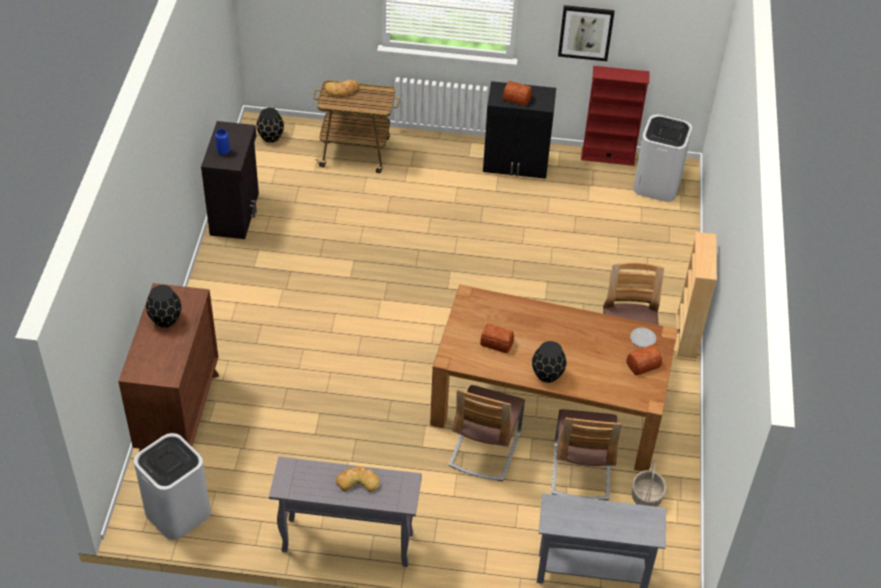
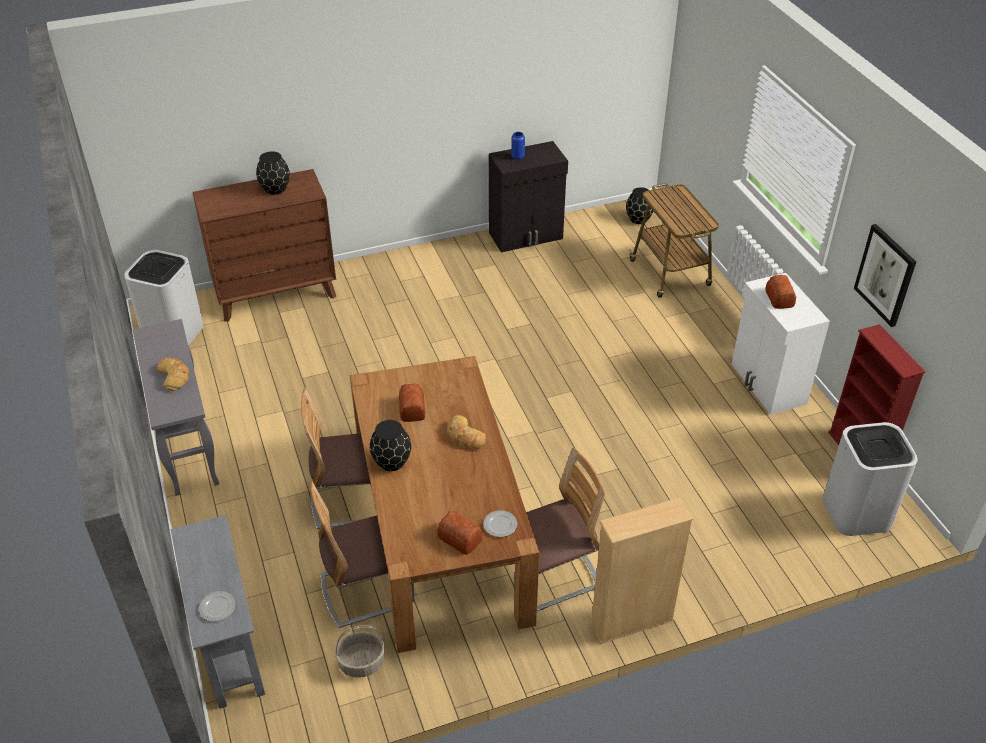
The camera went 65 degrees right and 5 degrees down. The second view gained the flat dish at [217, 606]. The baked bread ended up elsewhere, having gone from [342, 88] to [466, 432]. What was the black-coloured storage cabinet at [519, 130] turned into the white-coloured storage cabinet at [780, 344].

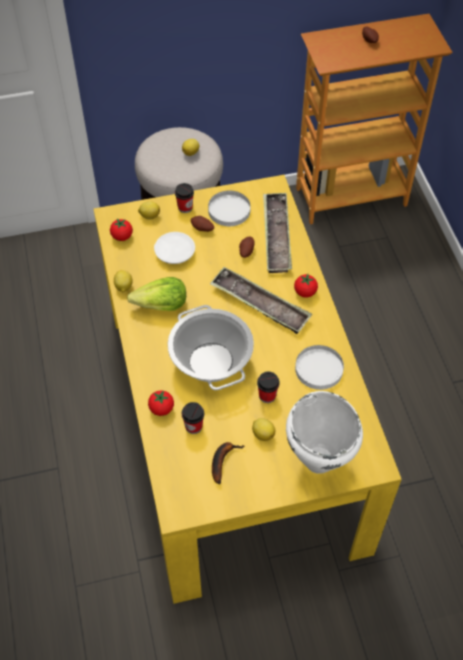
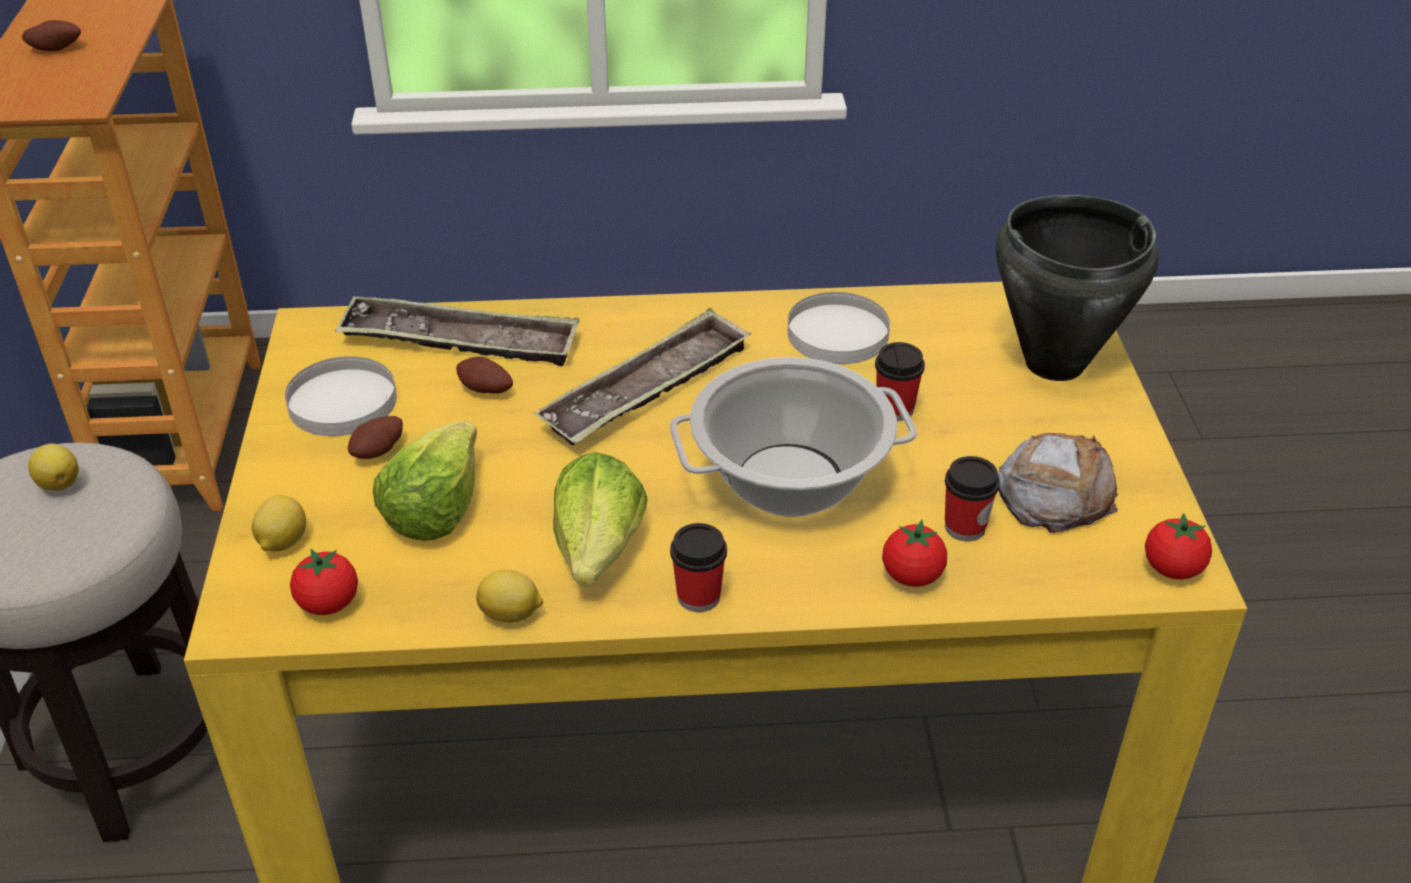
The camera went 80 degrees left and 15 degrees down. The second view lost the citrus fruit at [263, 429]. The cup ended up elsewhere, having gone from [184, 198] to [698, 567]. The whole tomato ended up elsewhere, having gone from [306, 286] to [1178, 546]. Where the white-coloured flat dish stood at [174, 248], the lettuce head came to stand at [425, 480]. Where the banana stood at [228, 463], the baked bread came to stand at [1058, 483]. What was the white-coloured cooking pot at [324, 432] turned into the black-coloured cooking pot at [1077, 288].

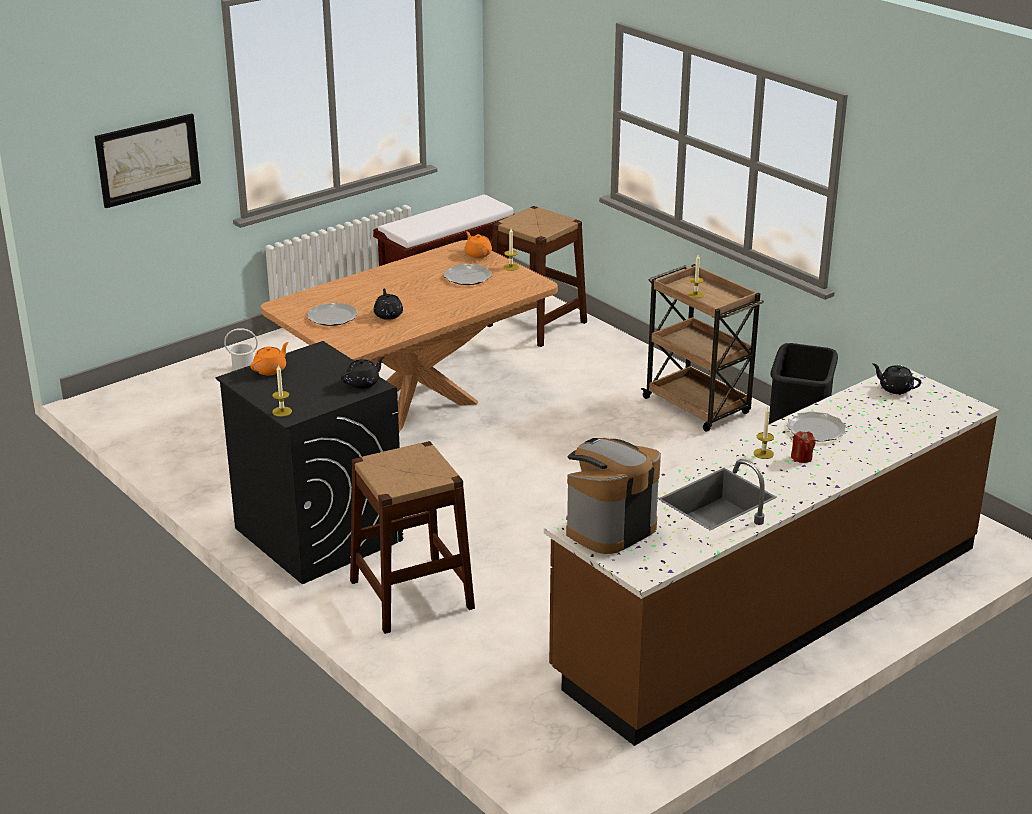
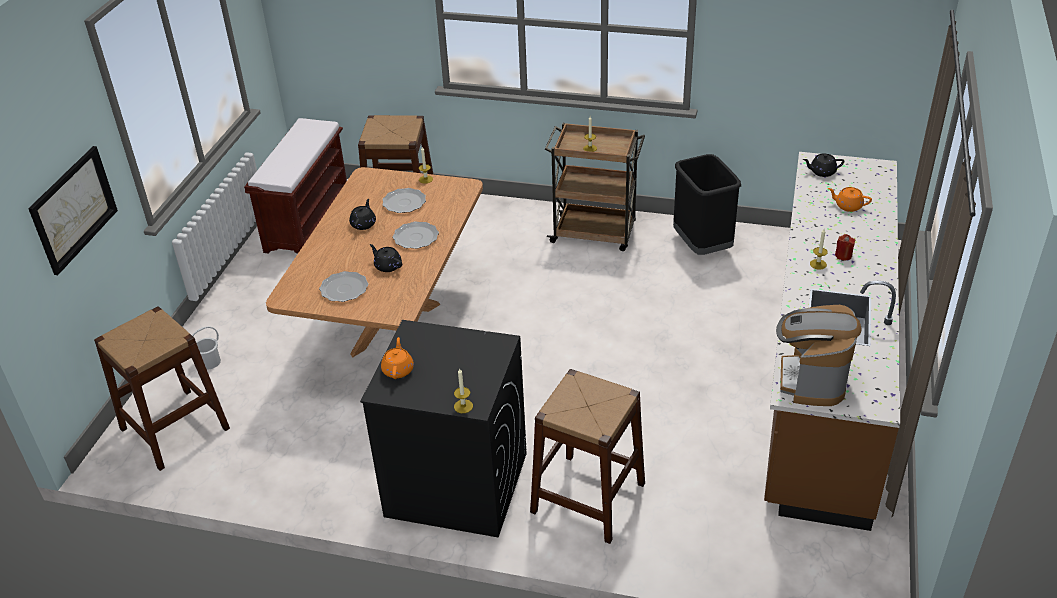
The camera went 35 degrees left and 10 degrees up. The second view gained the brown-coloured stool seat at [162, 388]. The black-coloured tea pot ended up elsewhere, having gone from [363, 372] to [362, 214]. The orange tea pot ended up elsewhere, having gone from [478, 244] to [850, 199]. The flat dish ended up elsewhere, having gone from [817, 426] to [416, 235].

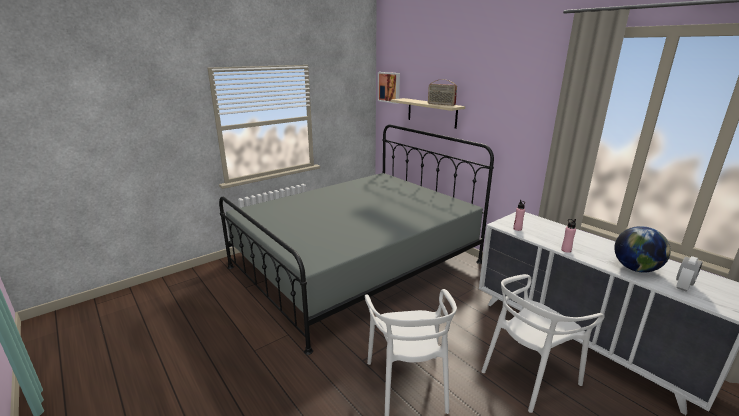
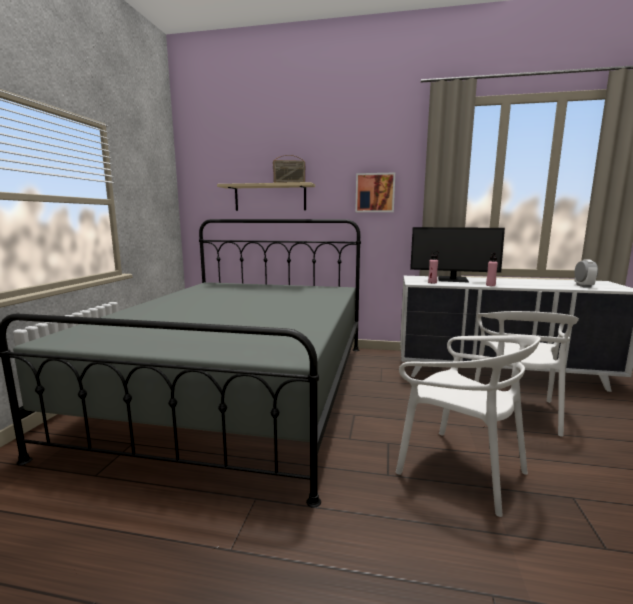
The camera went 40 degrees left and 10 degrees down. The second view lost the desk globe at [642, 249]. The second view gained the monitor at [457, 255]. The wall art ended up elsewhere, having gone from [389, 88] to [375, 192].

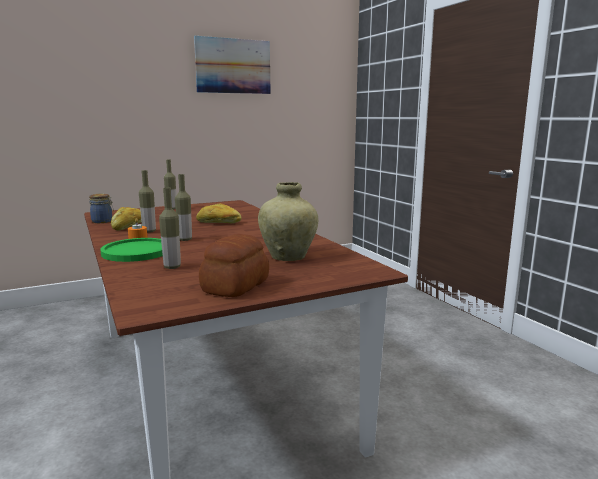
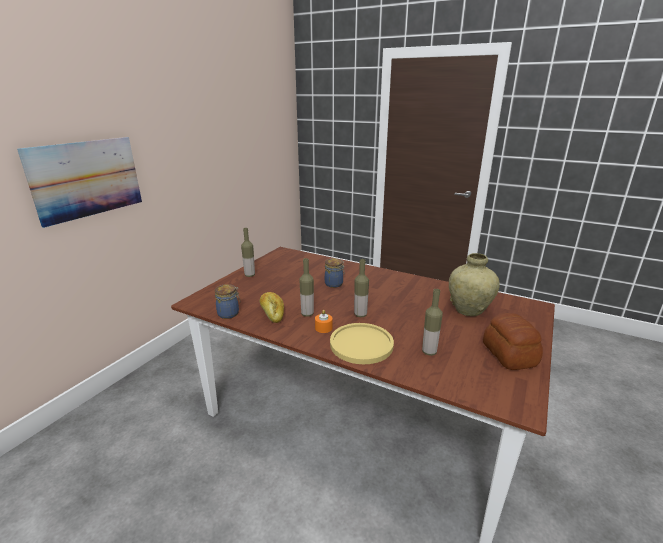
The camera went 35 degrees left and 10 degrees up. The wall art ended up elsewhere, having gone from [232, 65] to [79, 182]. Where the baked bread stood at [218, 213], the storage jar came to stand at [335, 273]. What was the greenish flat dish at [131, 250] turned into the yellow flat dish at [362, 343].

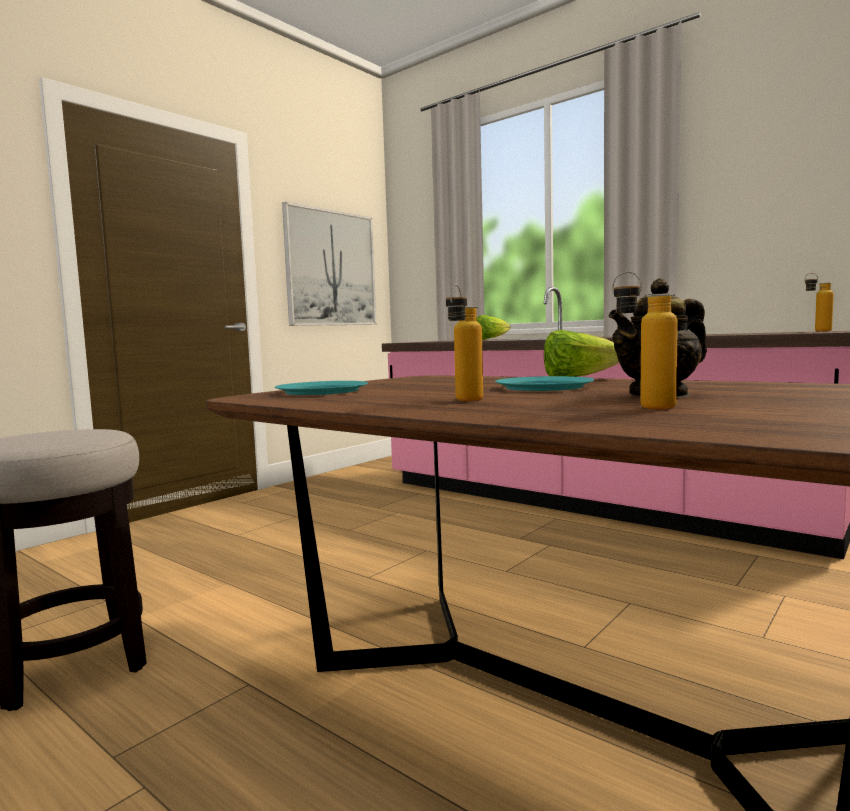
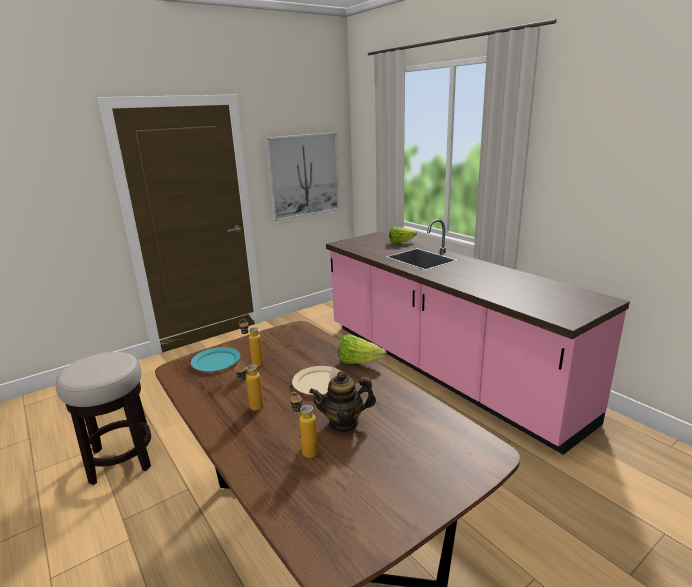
The camera went 15 degrees right and 15 degrees up. The bottle ended up elsewhere, having gone from [819, 302] to [251, 343]. What was the turquoise flat dish at [544, 383] turned into the beige flat dish at [316, 380].

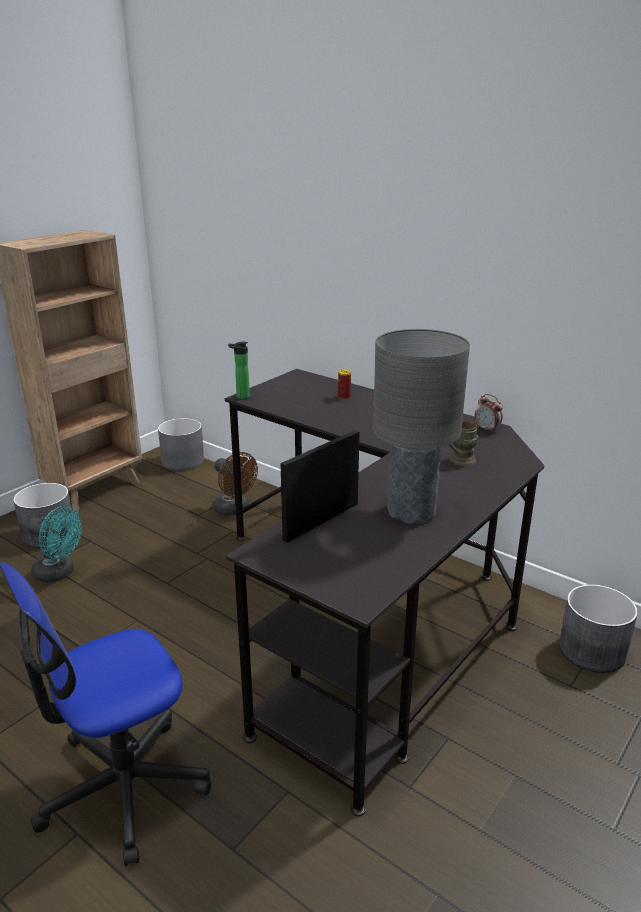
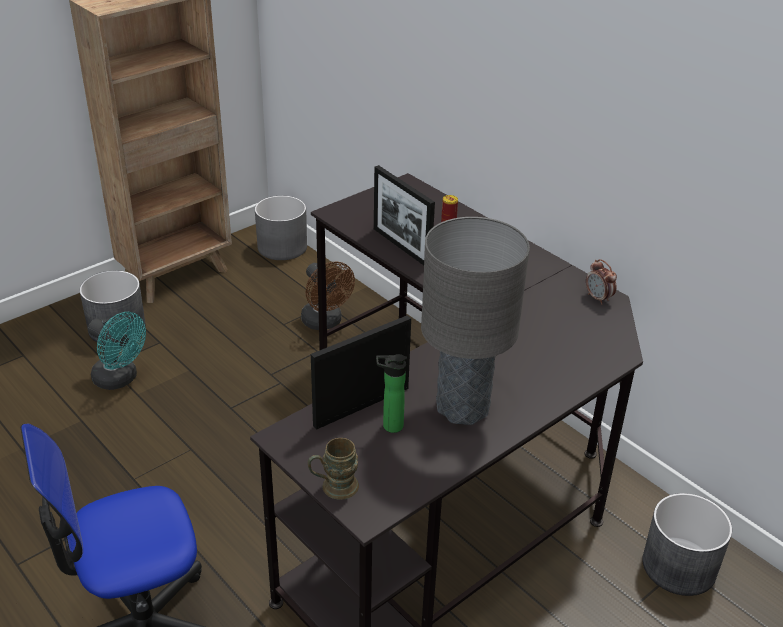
The camera went 10 degrees right and 10 degrees up. The second view gained the standing frame at [404, 215]. The bottle ended up elsewhere, having gone from [239, 370] to [391, 393]. The brown-coloured mug ended up elsewhere, having gone from [463, 443] to [333, 469].

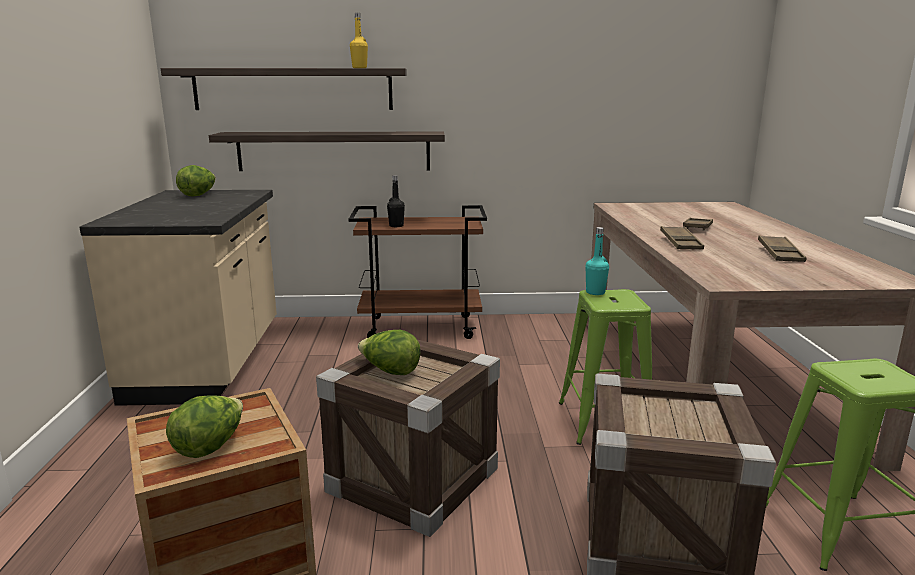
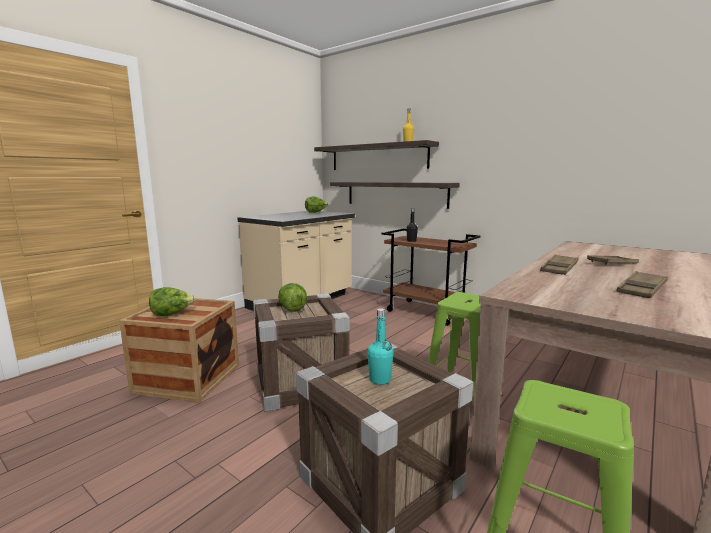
The camera went 40 degrees right and 5 degrees down. The turquoise bottle ended up elsewhere, having gone from [597, 261] to [380, 346].

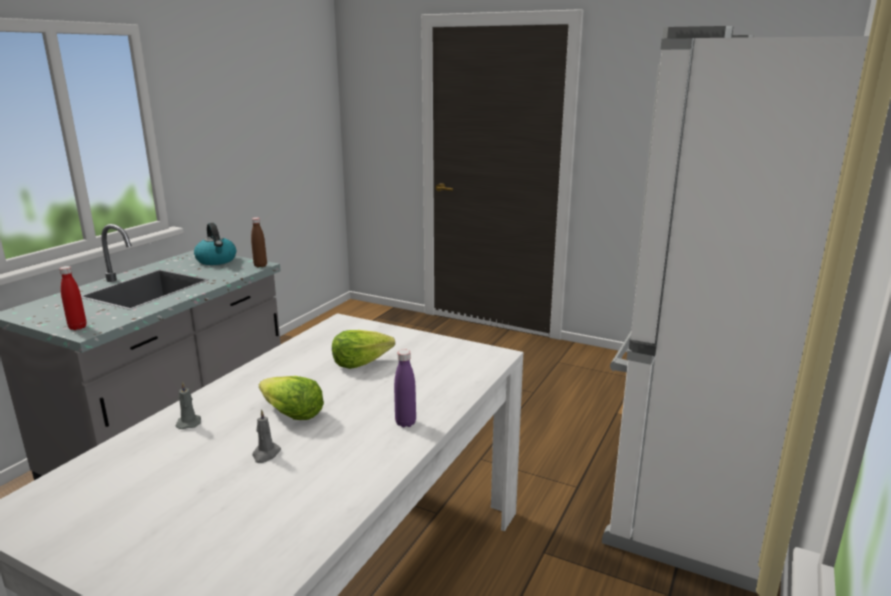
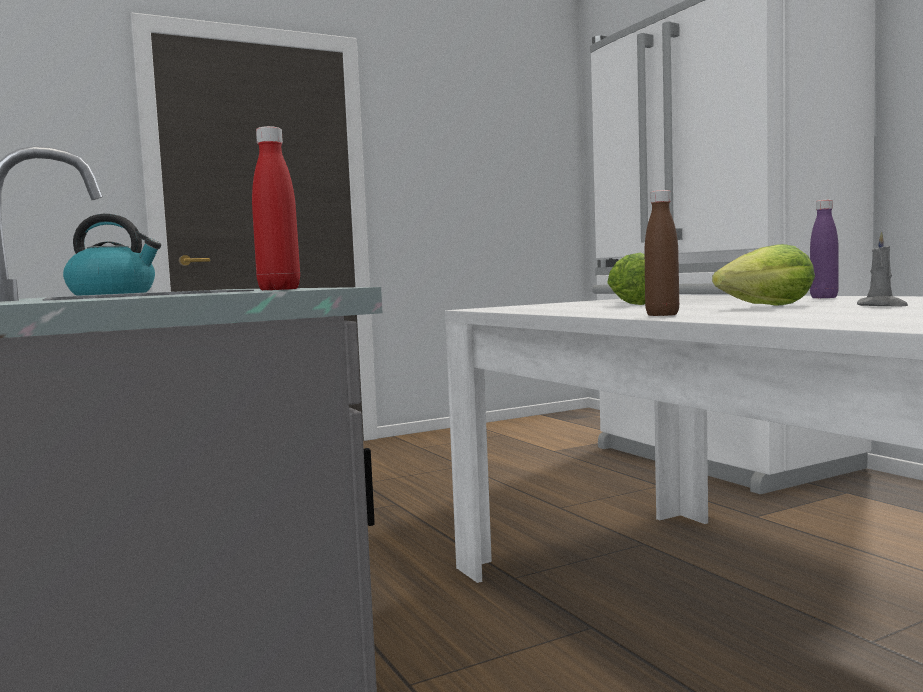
The camera went 55 degrees left and 15 degrees down. The second view lost the greyish wax light at [188, 405]. The brown-coloured bottle ended up elsewhere, having gone from [259, 242] to [662, 253].

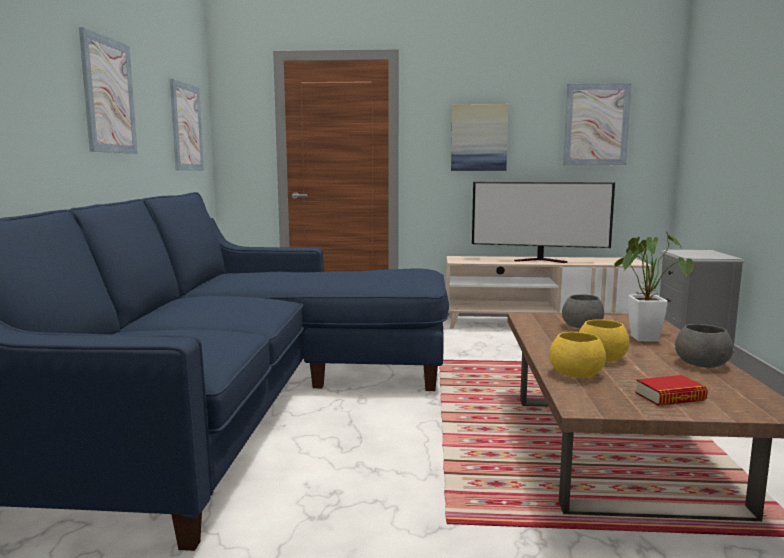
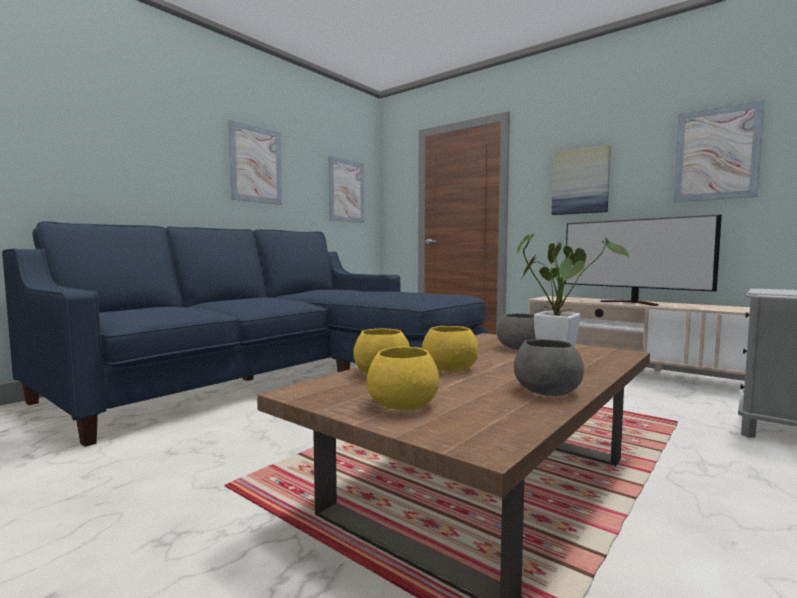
The camera went 35 degrees right and 5 degrees down. Where the book stood at [671, 390], the yellow bowl came to stand at [403, 378].

